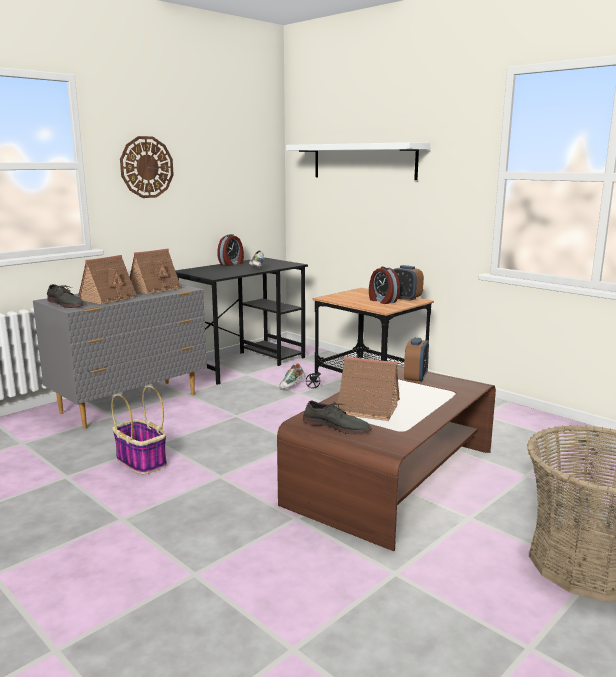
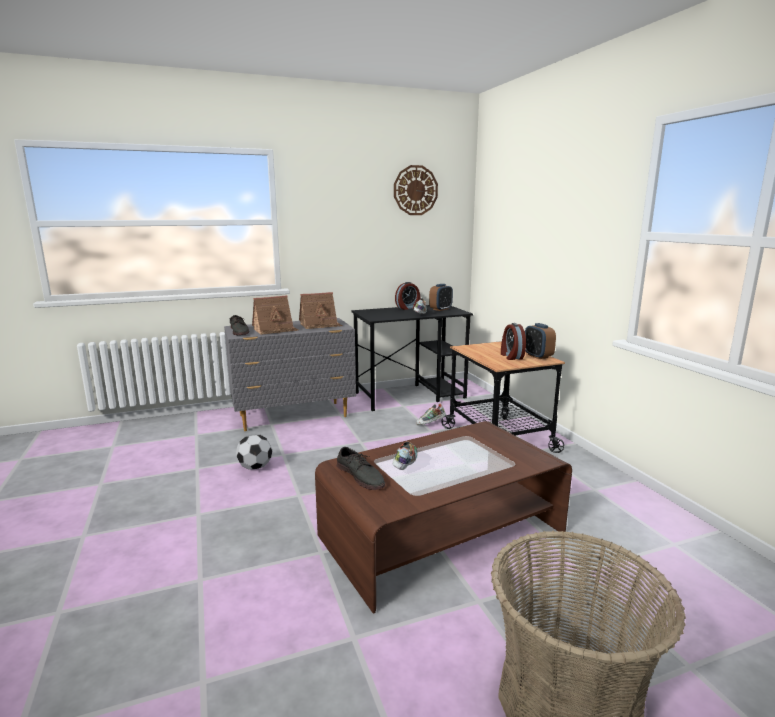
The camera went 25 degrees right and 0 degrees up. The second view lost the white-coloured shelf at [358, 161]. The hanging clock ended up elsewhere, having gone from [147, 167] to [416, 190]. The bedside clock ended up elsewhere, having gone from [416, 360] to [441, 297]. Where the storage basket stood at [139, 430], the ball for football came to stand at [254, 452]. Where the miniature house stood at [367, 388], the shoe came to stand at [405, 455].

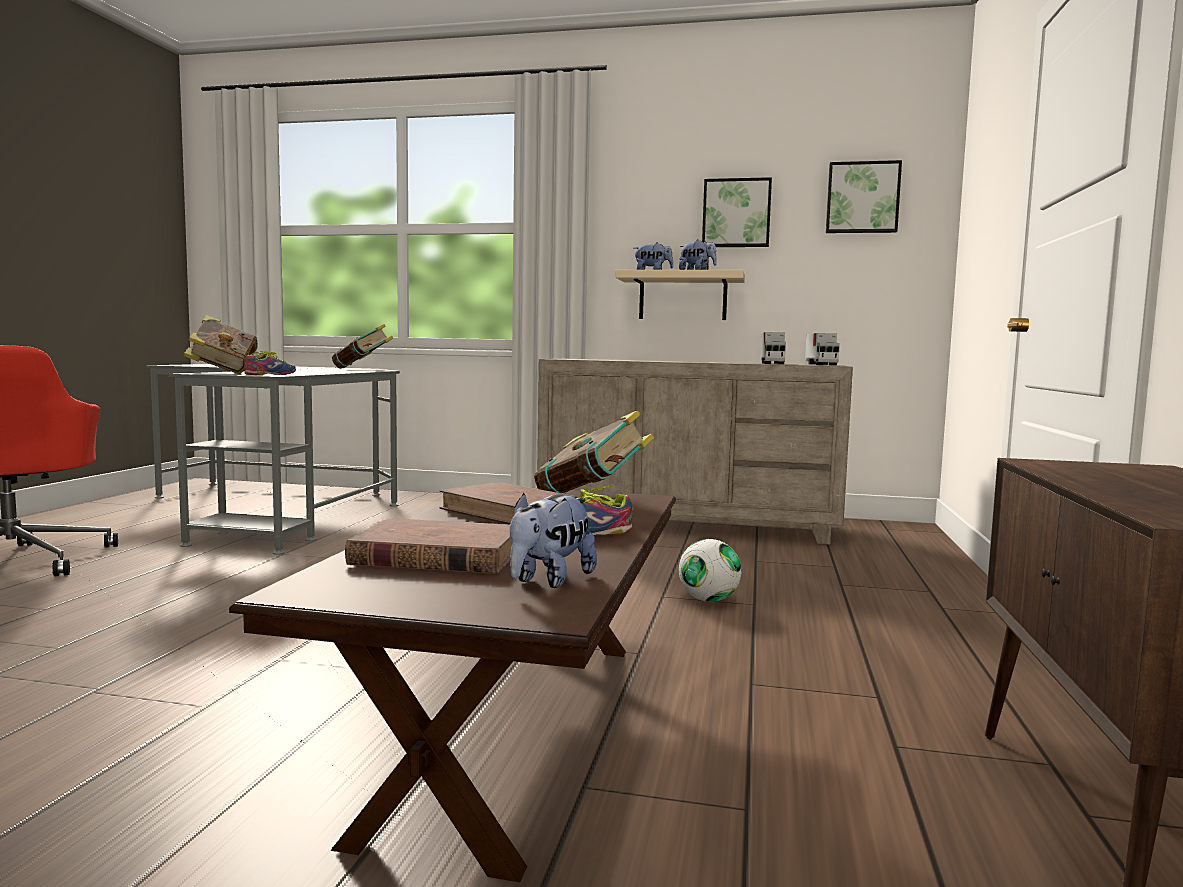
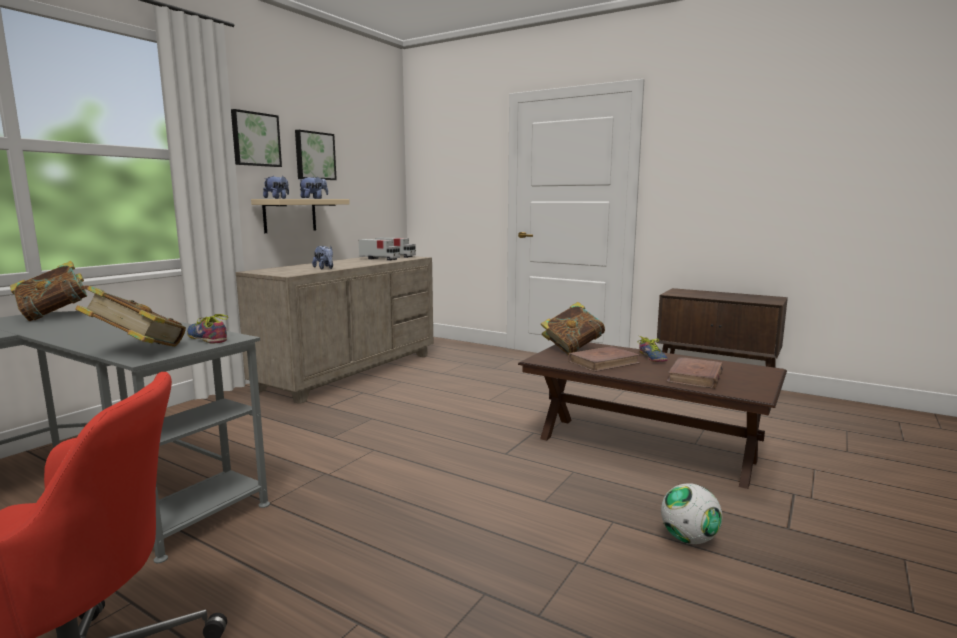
The camera went 70 degrees left and 5 degrees up. The soft toy ended up elsewhere, having gone from [553, 540] to [322, 257]. The ball for football ended up elsewhere, having gone from [710, 570] to [691, 513]. The wall art ended up elsewhere, having gone from [864, 196] to [256, 138].

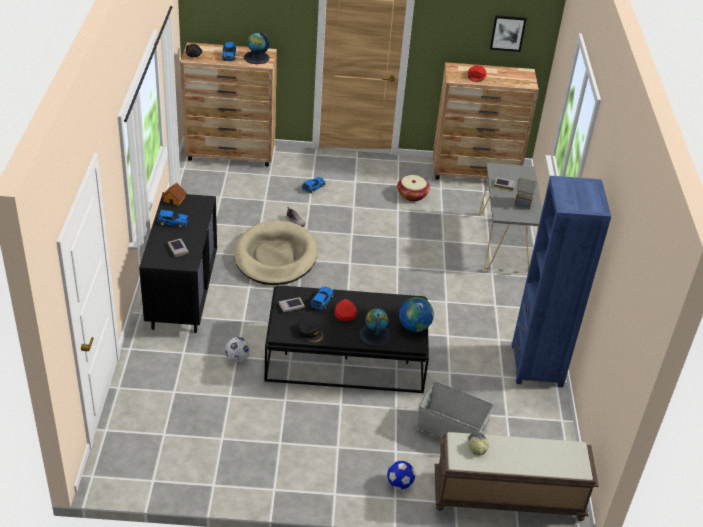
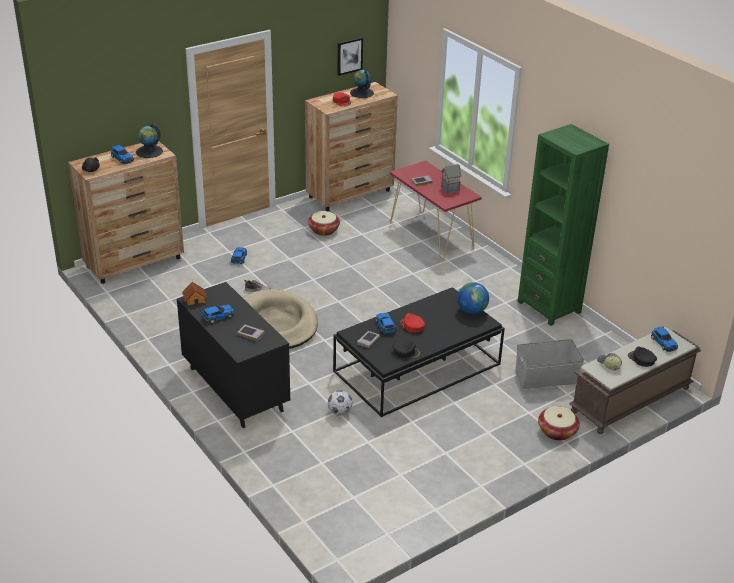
The camera went 35 degrees left and 5 degrees down. The second view gained the black-coloured baseball cap at [642, 357]. The second view gained the miniature car at [664, 339]. The desk globe ended up elsewhere, having gone from [375, 327] to [362, 84]. Where the ball for football stood at [401, 475], the storage basket came to stand at [559, 423]. What was the greyish hall table at [510, 217] turned into the reddish hall table at [436, 210]. What was the bluish shelving unit at [561, 281] turned into the greenish shelving unit at [563, 225].

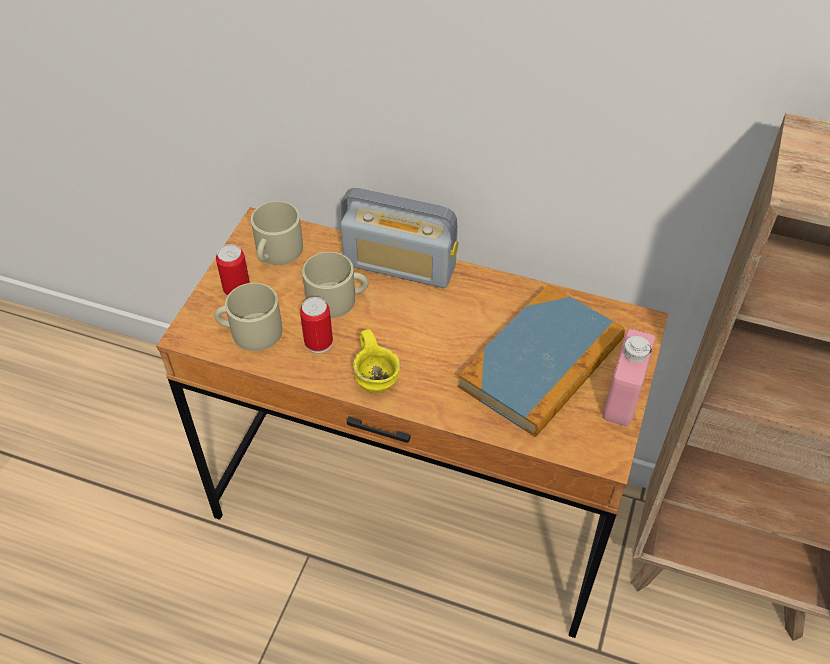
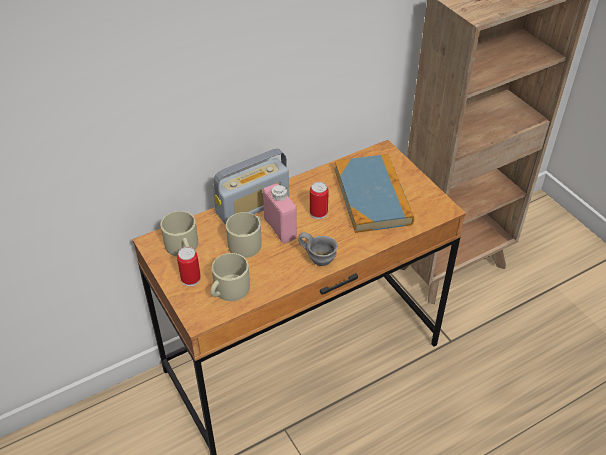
The camera went 50 degrees left and 5 degrees down. The sealed can ended up elsewhere, having gone from [316, 325] to [319, 200]. The pink-coloured bottle ended up elsewhere, having gone from [629, 377] to [280, 213]. What was the yellow mug at [377, 361] turned into the greyish mug at [318, 249].

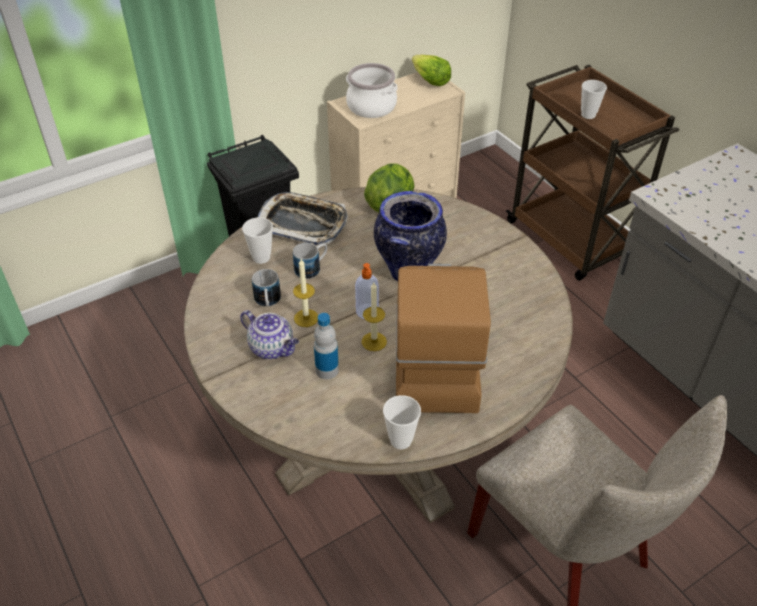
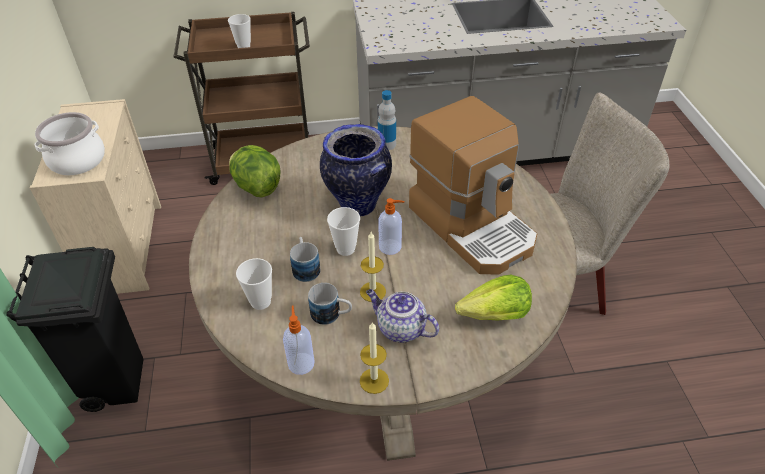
The camera went 65 degrees left and 0 degrees up. The second view lost the tray at [303, 218]. The second view gained the soap bottle at [299, 340]. The bottle ended up elsewhere, having gone from [326, 346] to [387, 120]. The wax light ended up elsewhere, having gone from [374, 316] to [374, 358]. The cup ended up elsewhere, having gone from [402, 422] to [343, 231]. The lettuce head ended up elsewhere, having gone from [431, 70] to [493, 298]. The tea pot at [269, 334] ended up facing another way, 120 degrees counterclockwise from before. The coffee brewer at [443, 338] ended up facing another way, 150 degrees counterclockwise from before.

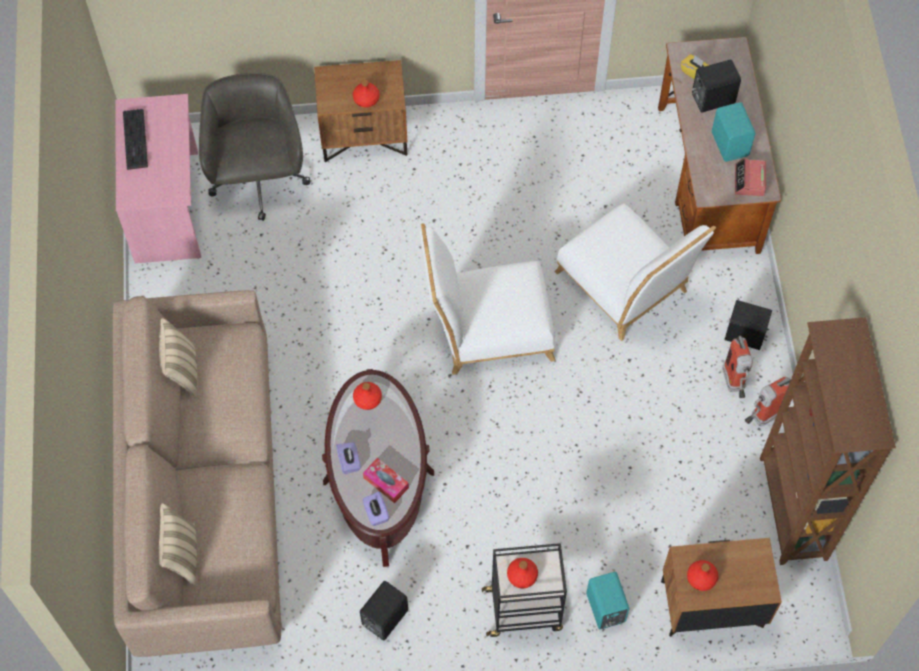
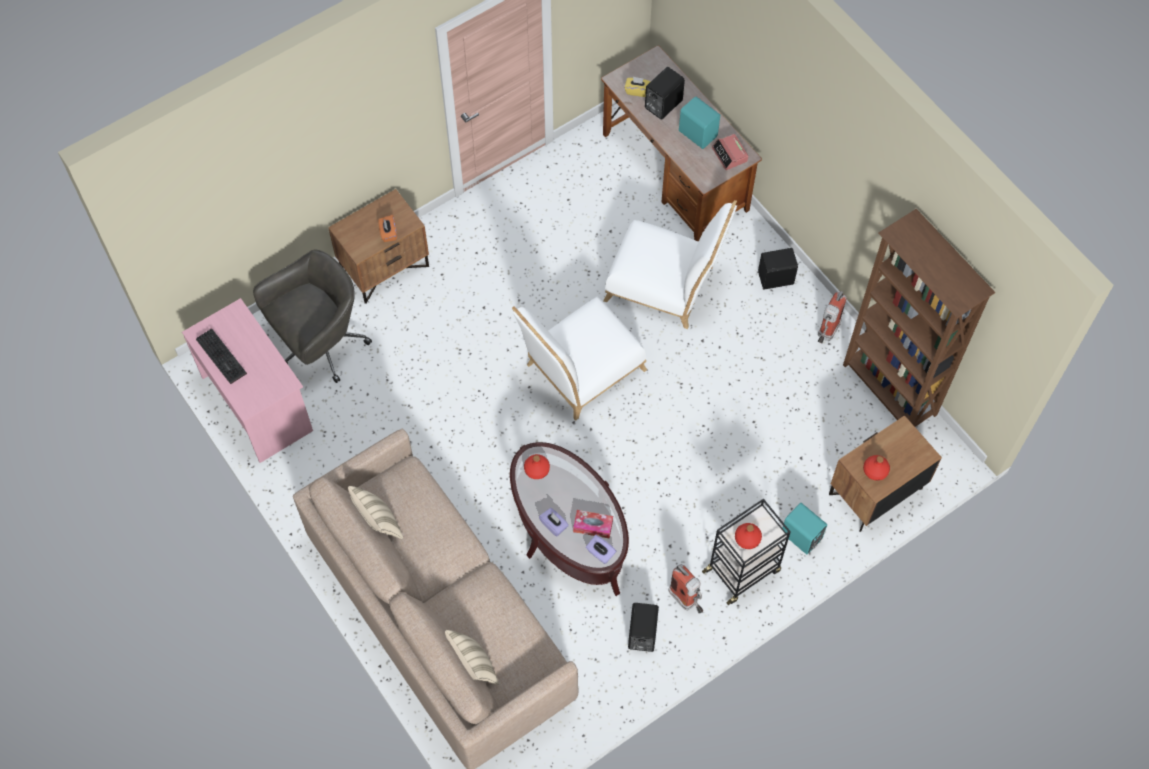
The camera went 30 degrees left and 0 degrees up. The extinguisher ended up elsewhere, having gone from [737, 367] to [686, 588]. Where the reddish bottle stood at [366, 94], the orange tissue box came to stand at [387, 228]. The greyish computer chair at [254, 147] ended up facing another way, 90 degrees clockwise from before.

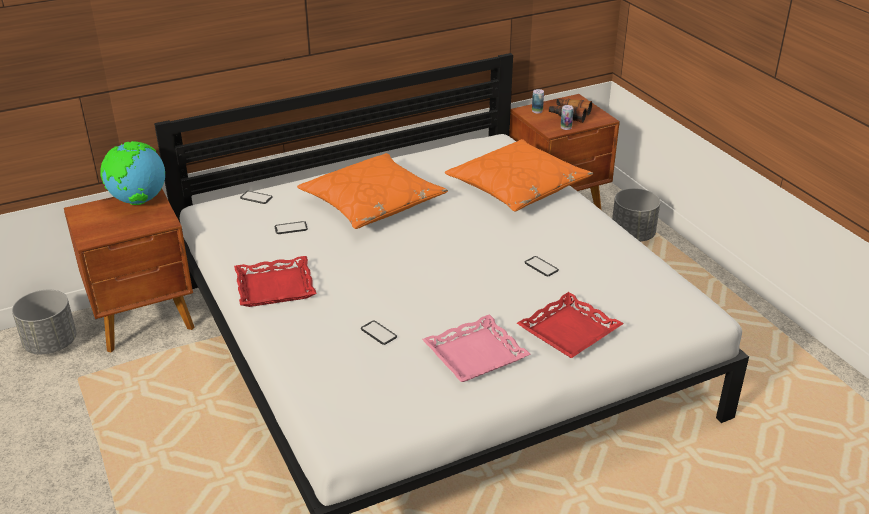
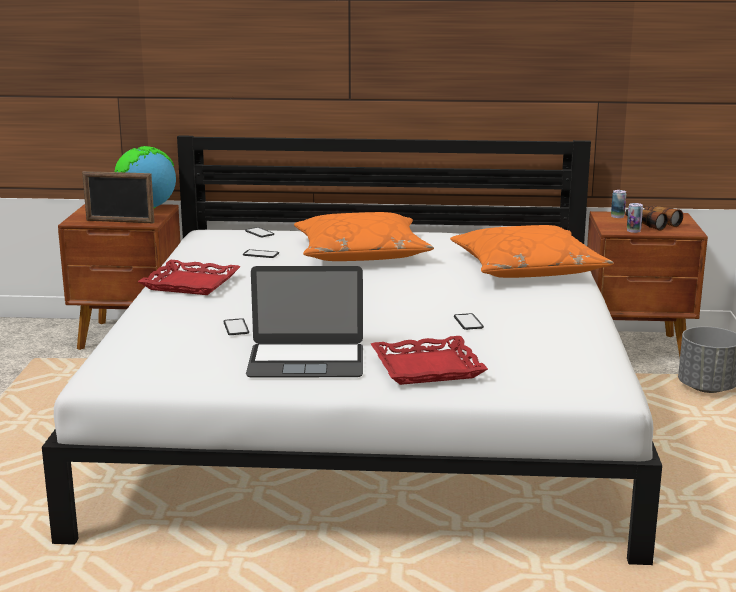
The camera went 30 degrees right and 15 degrees down. The second view lost the greyish plant pot at [44, 322]. The second view gained the standing frame at [118, 197]. Where the pink-coloured tray stood at [476, 348], the notebook computer came to stand at [304, 322].

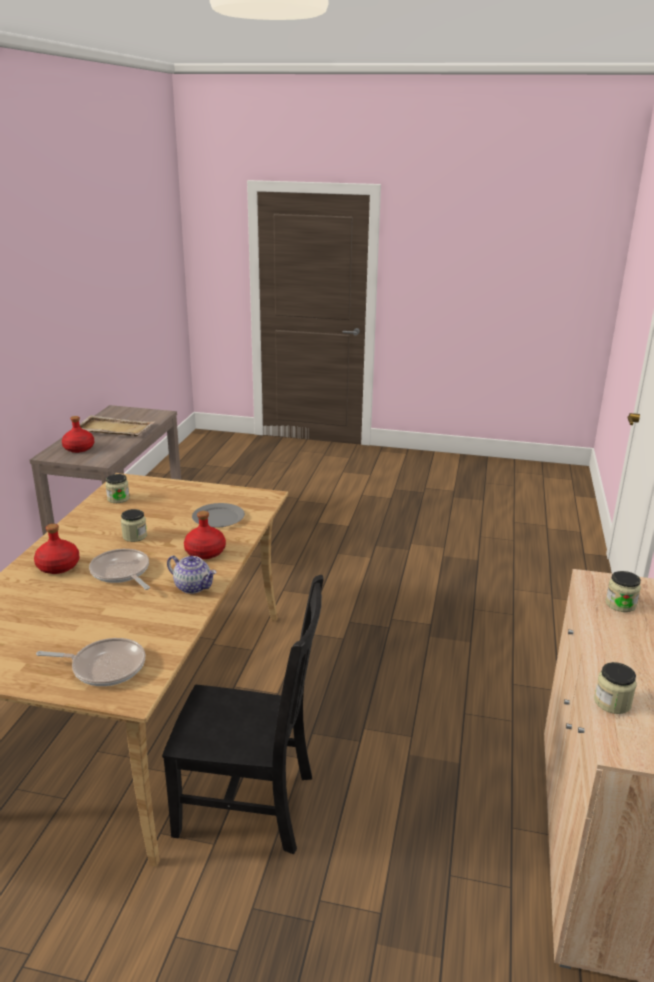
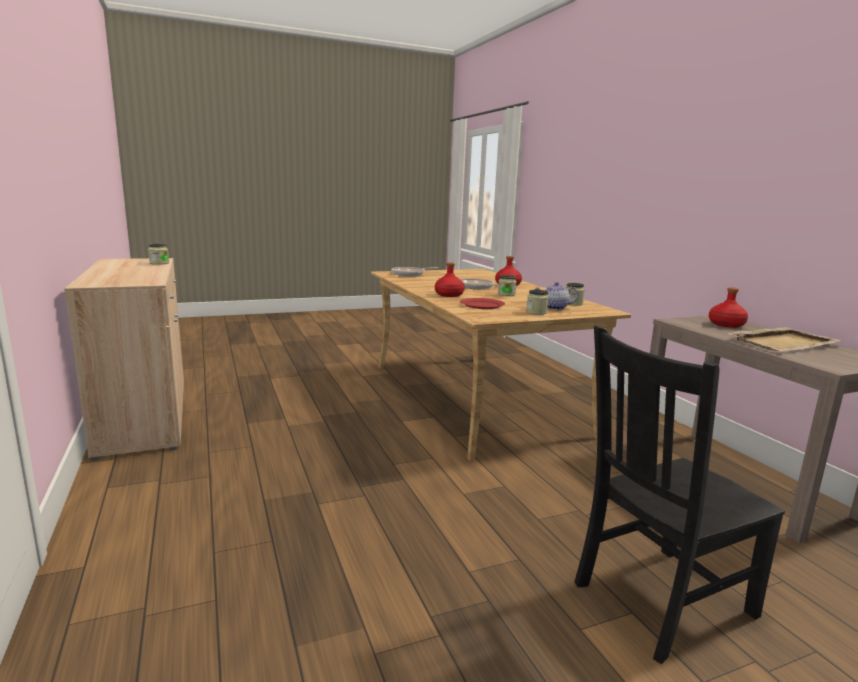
The camera went 145 degrees right and 10 degrees down. The black-coloured chair ended up elsewhere, having gone from [243, 714] to [680, 494]. The tea pot ended up elsewhere, having gone from [192, 575] to [556, 296]. The storage jar ended up elsewhere, having gone from [623, 591] to [537, 302]. What was the greyish flat dish at [218, 515] turned into the reddish flat dish at [482, 303].

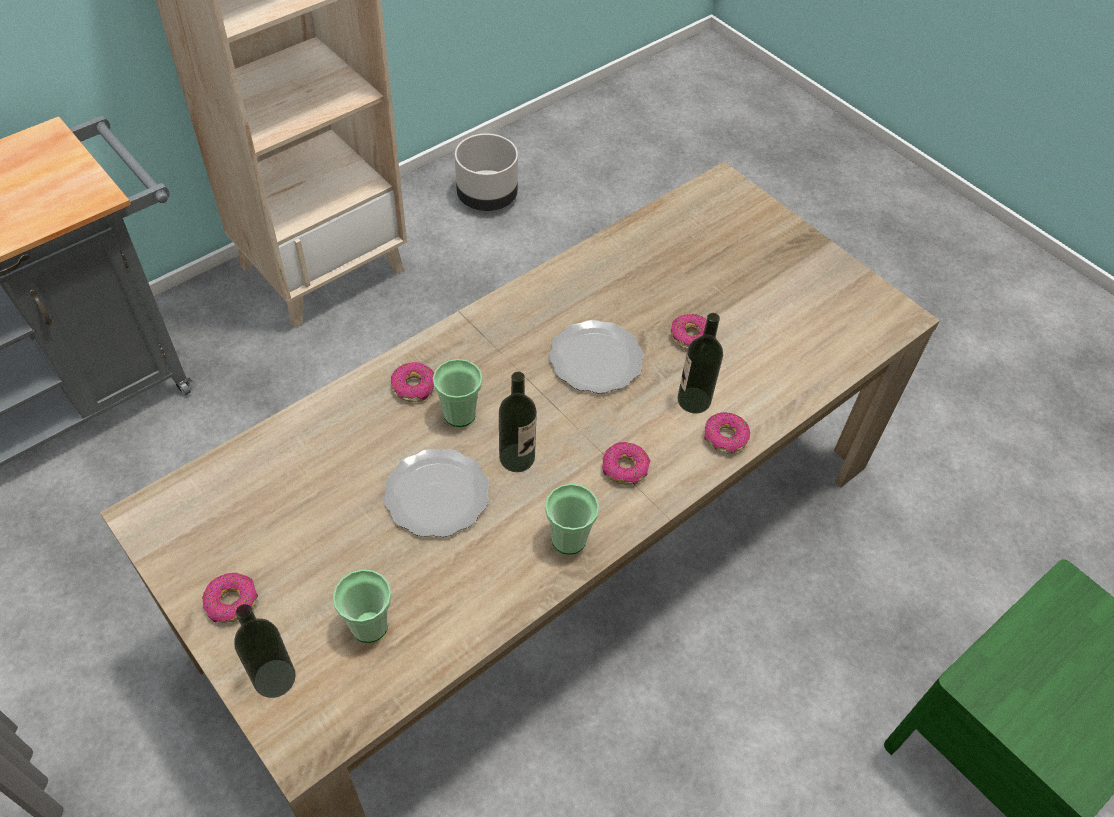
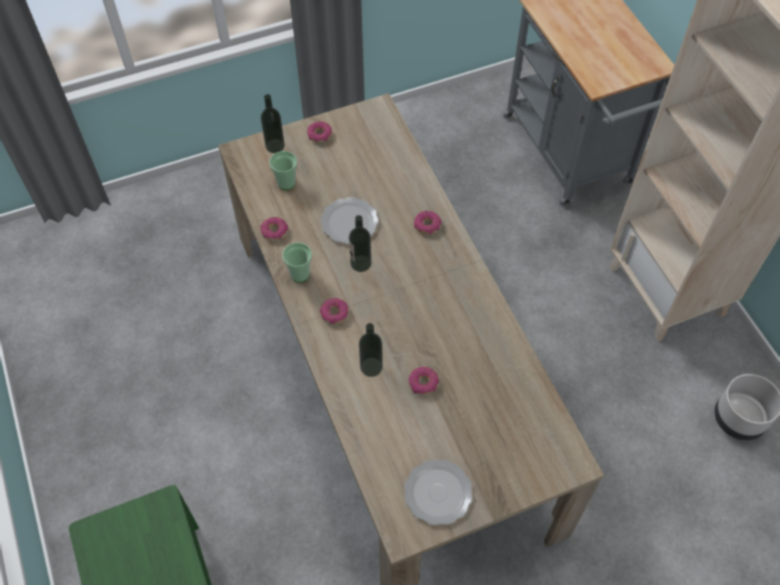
The camera went 110 degrees right and 5 degrees up. The second view lost the cup at [458, 393]. The flat dish ended up elsewhere, having gone from [596, 356] to [438, 492]. The ring doughnut ended up elsewhere, having gone from [727, 432] to [274, 229].

